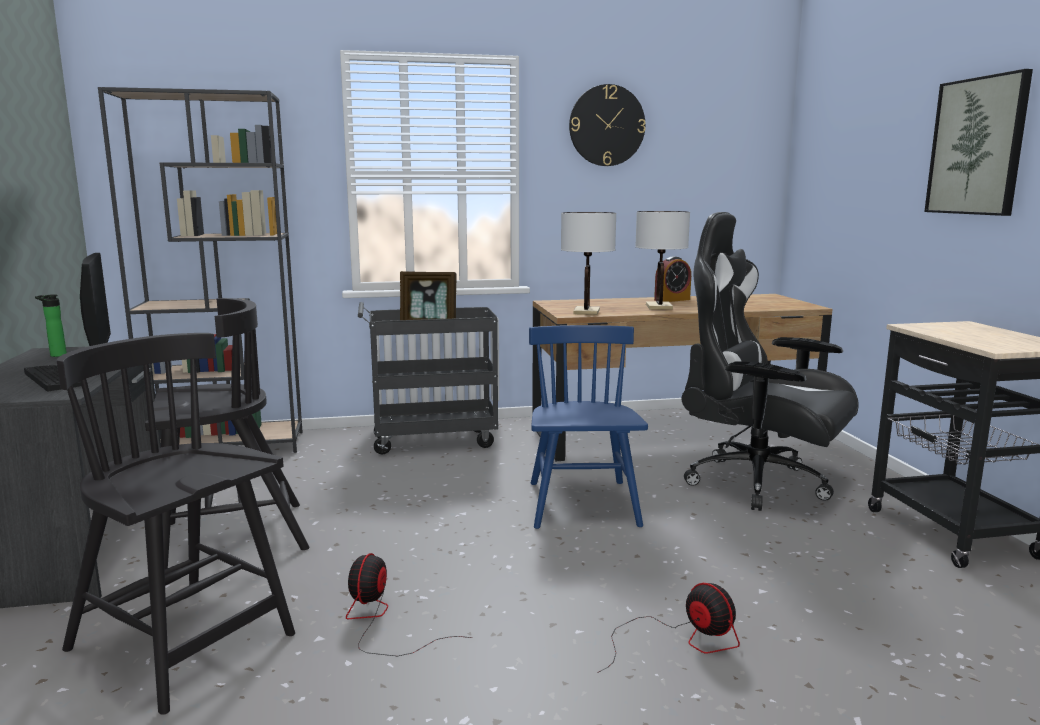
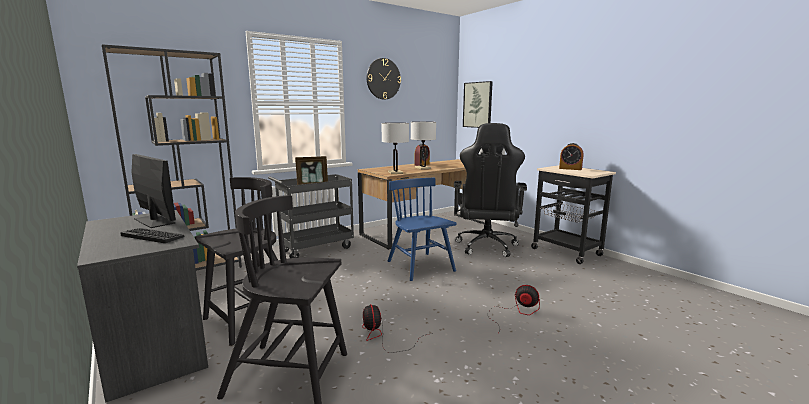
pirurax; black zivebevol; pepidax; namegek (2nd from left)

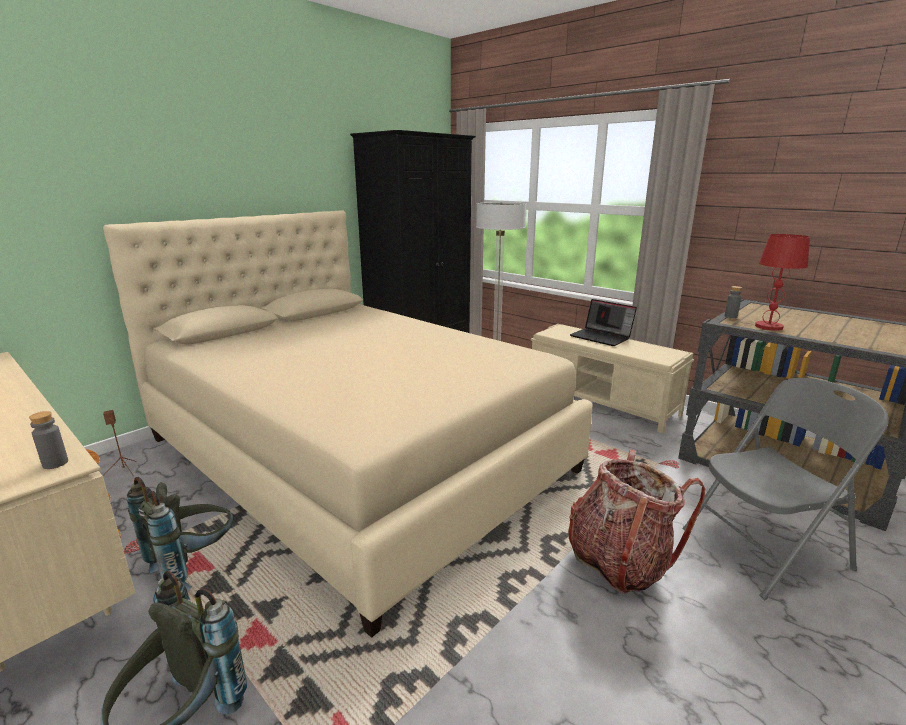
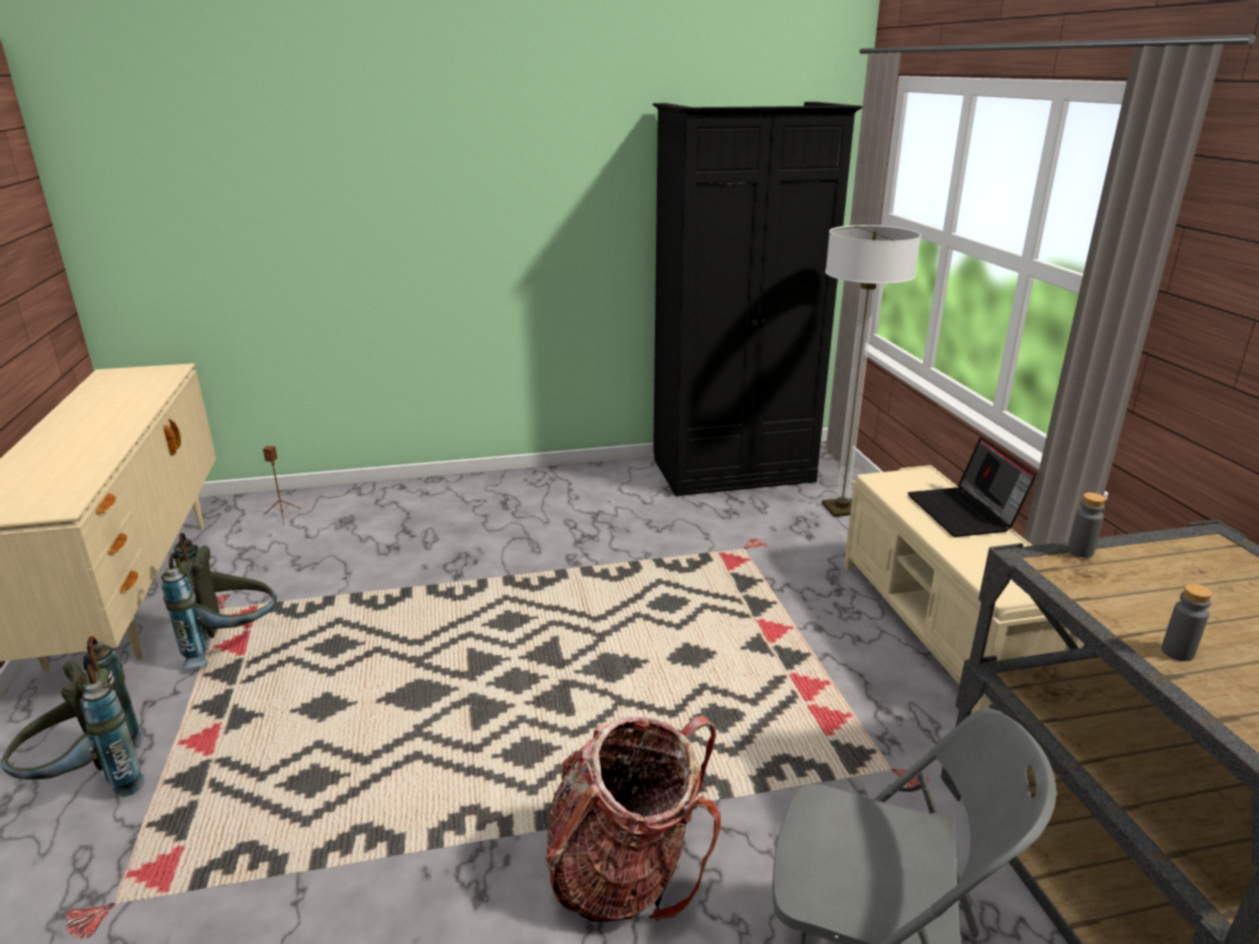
grey pirurax (2nd from left); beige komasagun; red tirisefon

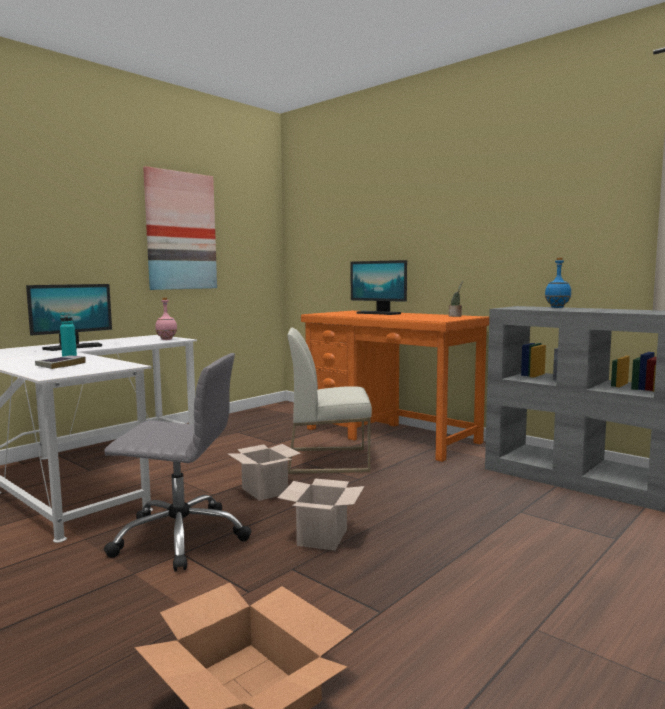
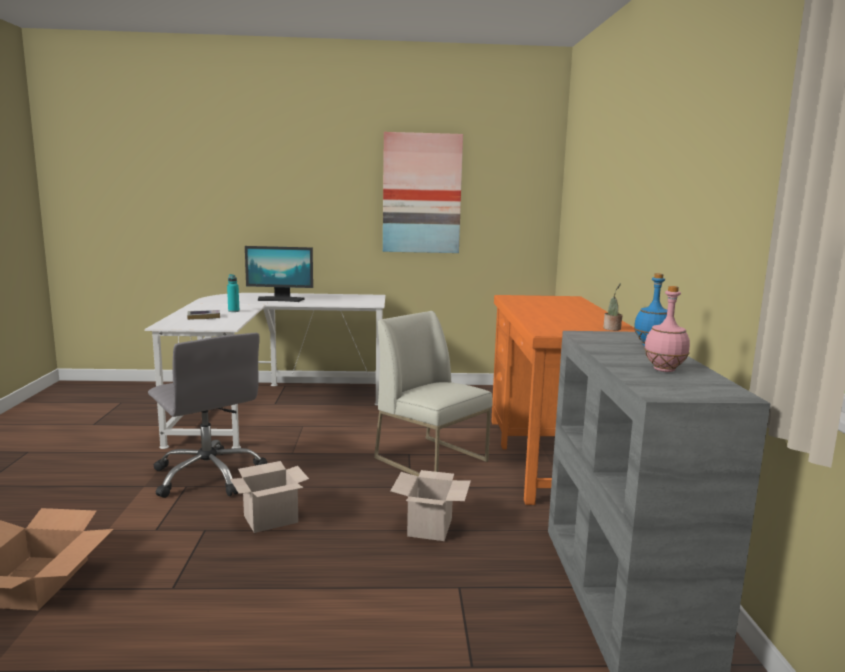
pink pirurax; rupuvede (3rd from left); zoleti (2nd from left in the first image)

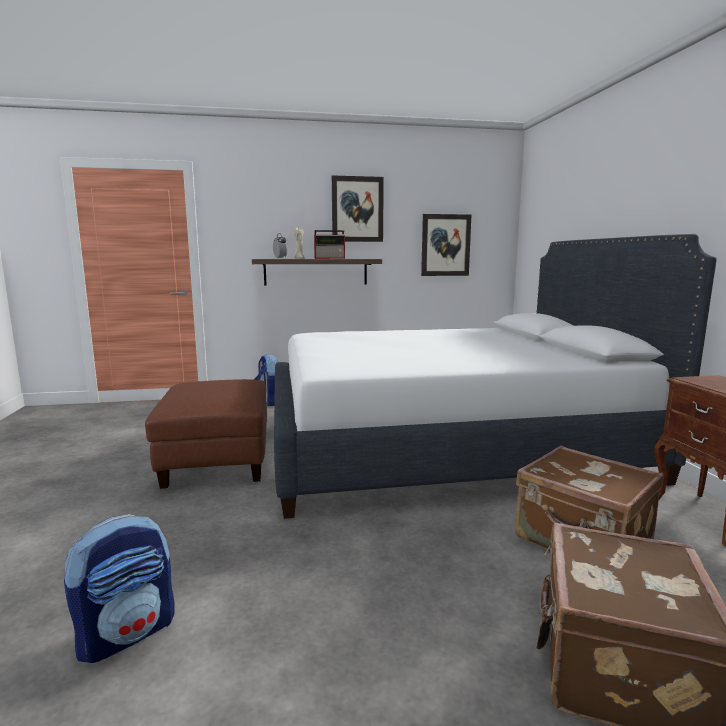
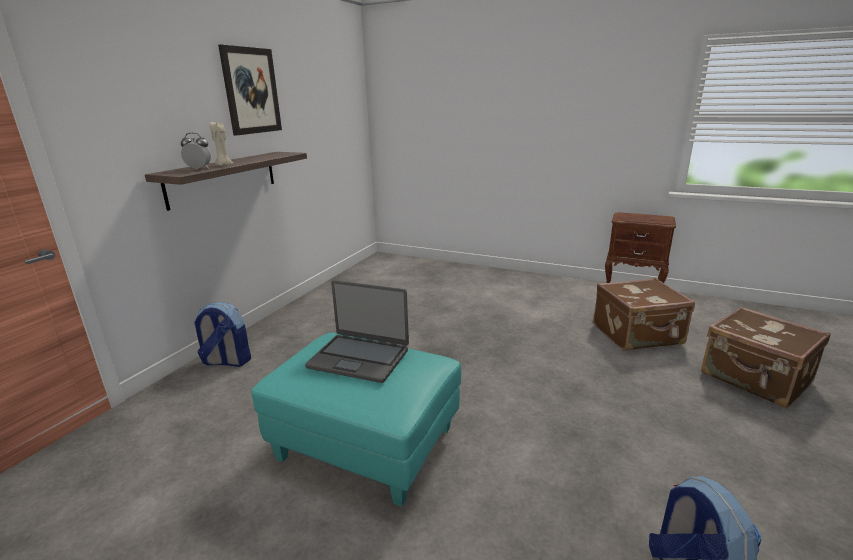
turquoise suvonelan; white komasagun; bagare; pepidax (2nd from left in the first image); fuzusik

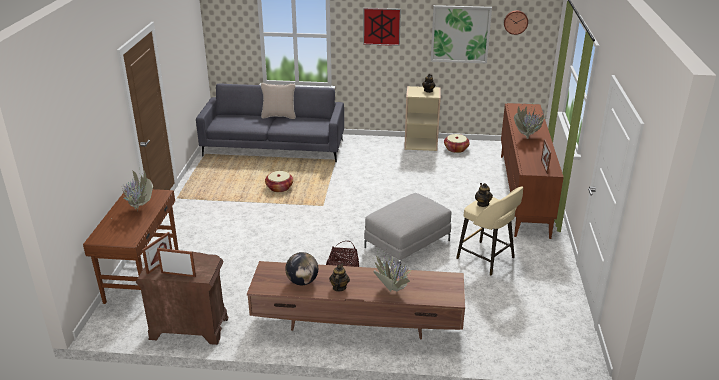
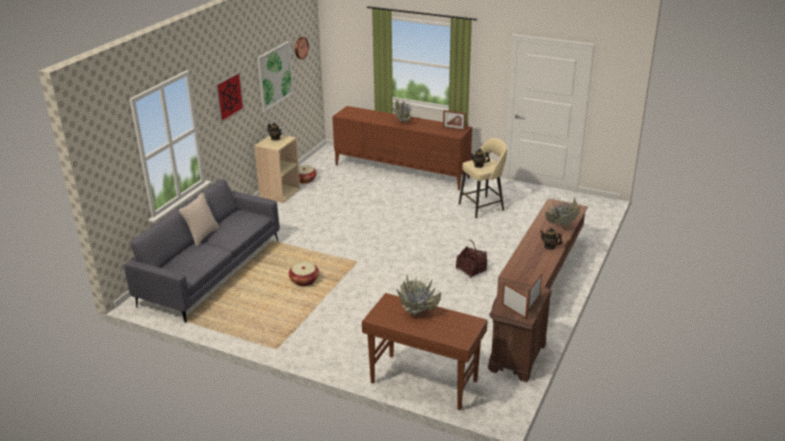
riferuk; grey suvonelan

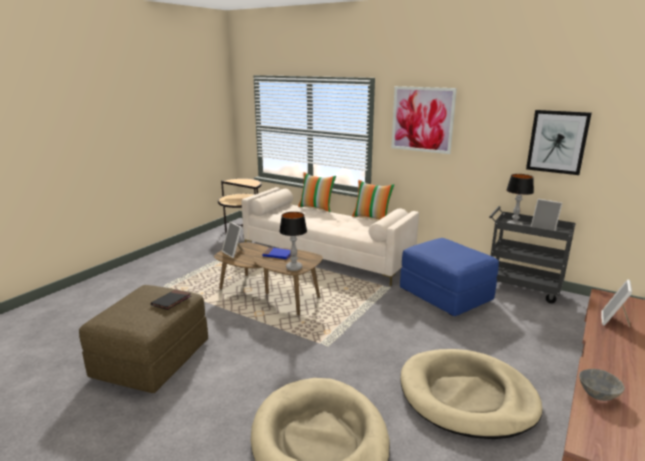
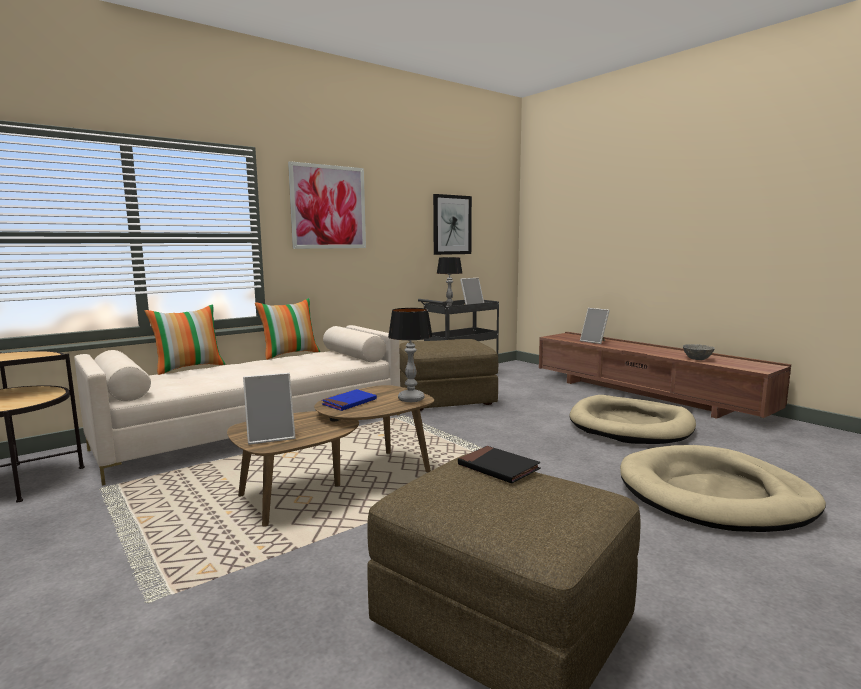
brown suvonelan (1st from left)

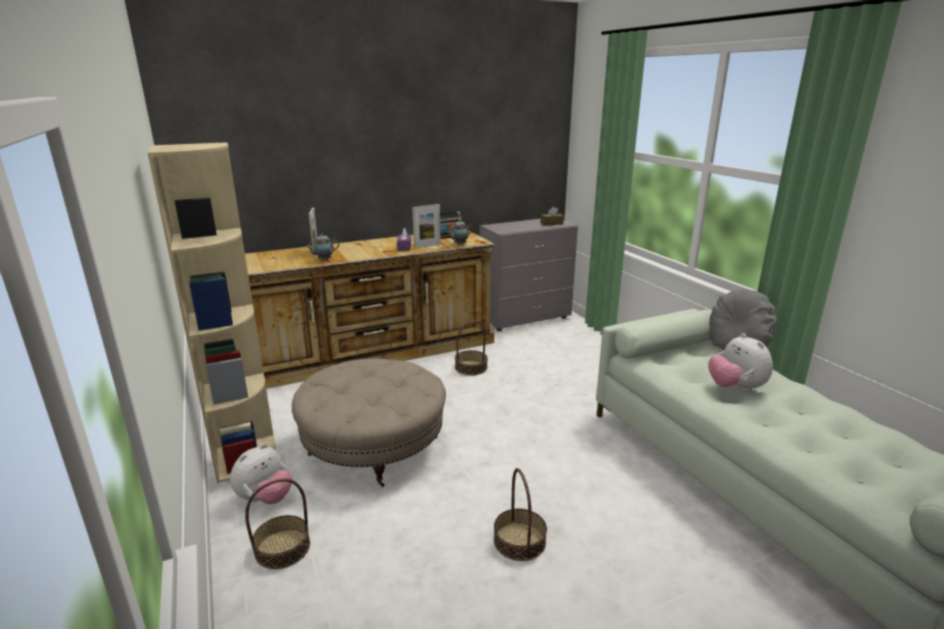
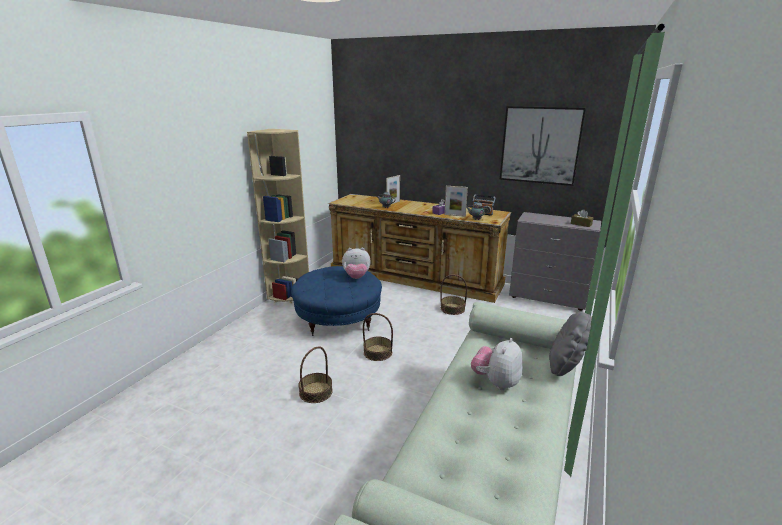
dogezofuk (1st from left); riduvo (2nd from left); blue suvonelan; pepidax

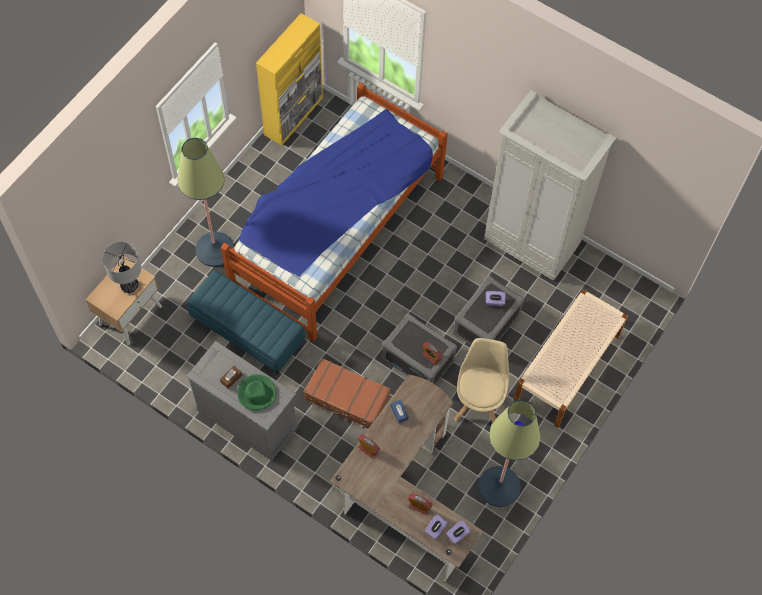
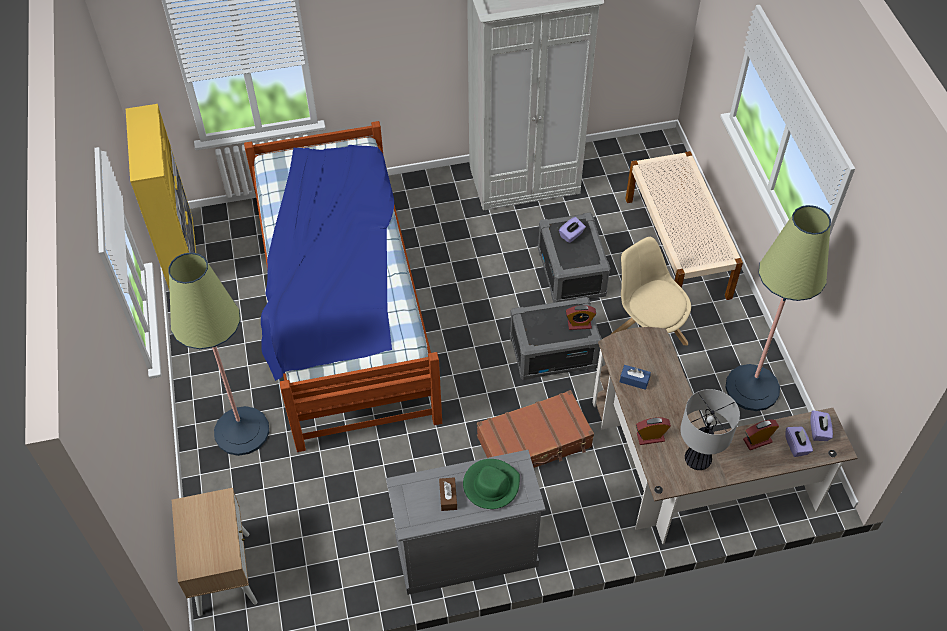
tirisefon; blue suvonelan

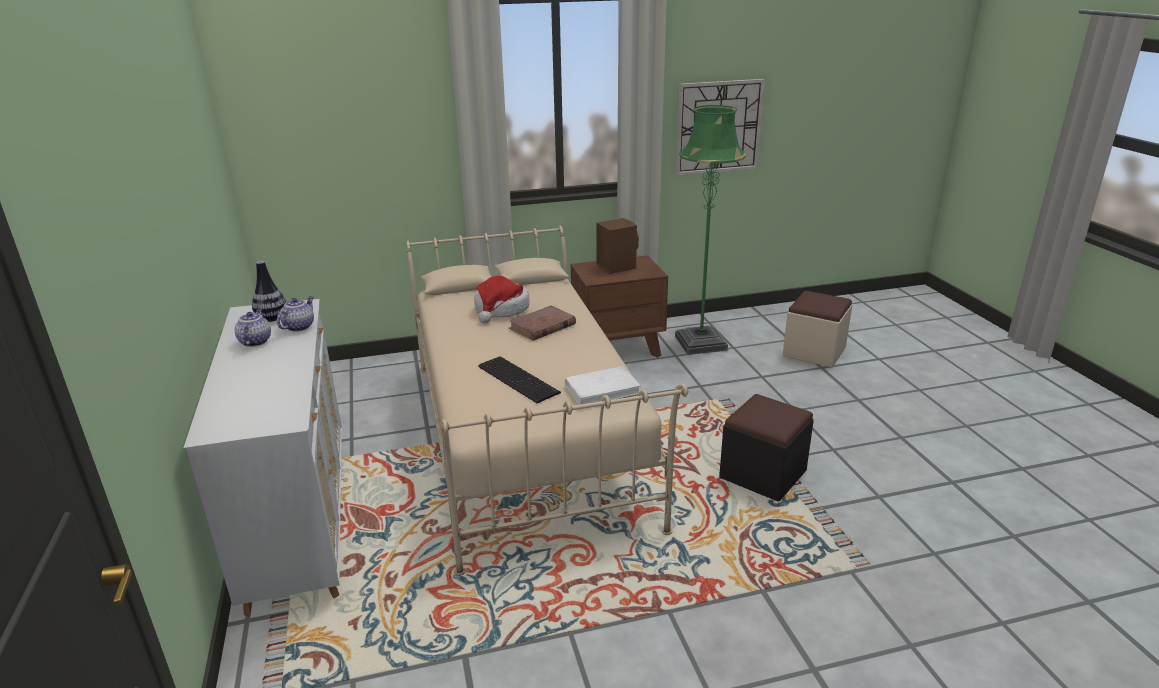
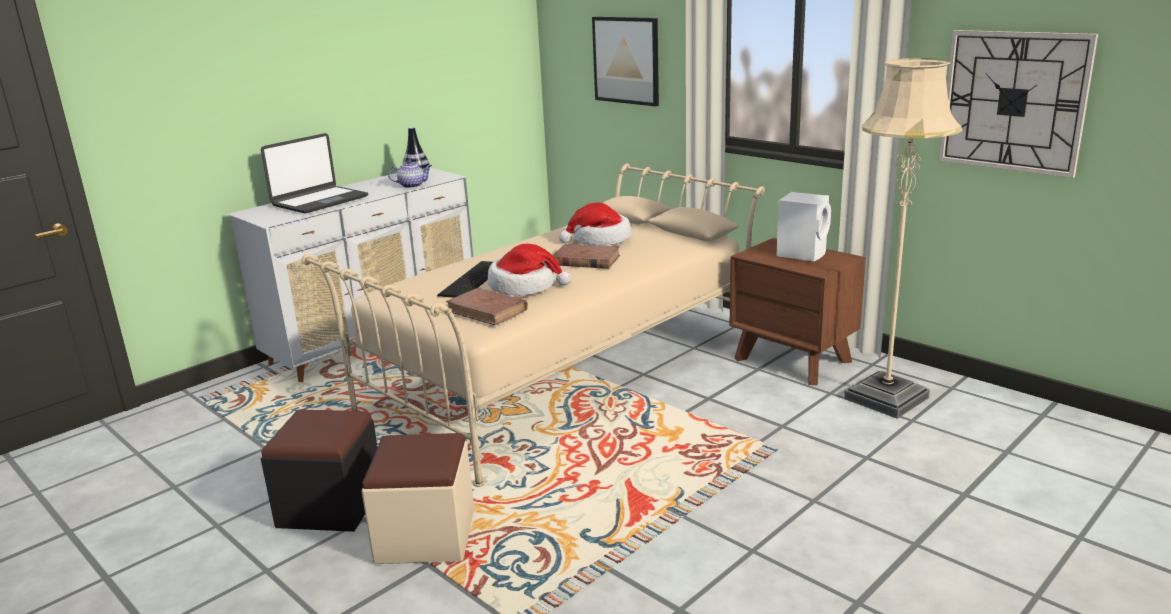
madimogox (1st from left in the first image); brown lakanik (1st from left); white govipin; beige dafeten; black suvonelan; beige suvonelan; fuzusik; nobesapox (1st from left); pepidax

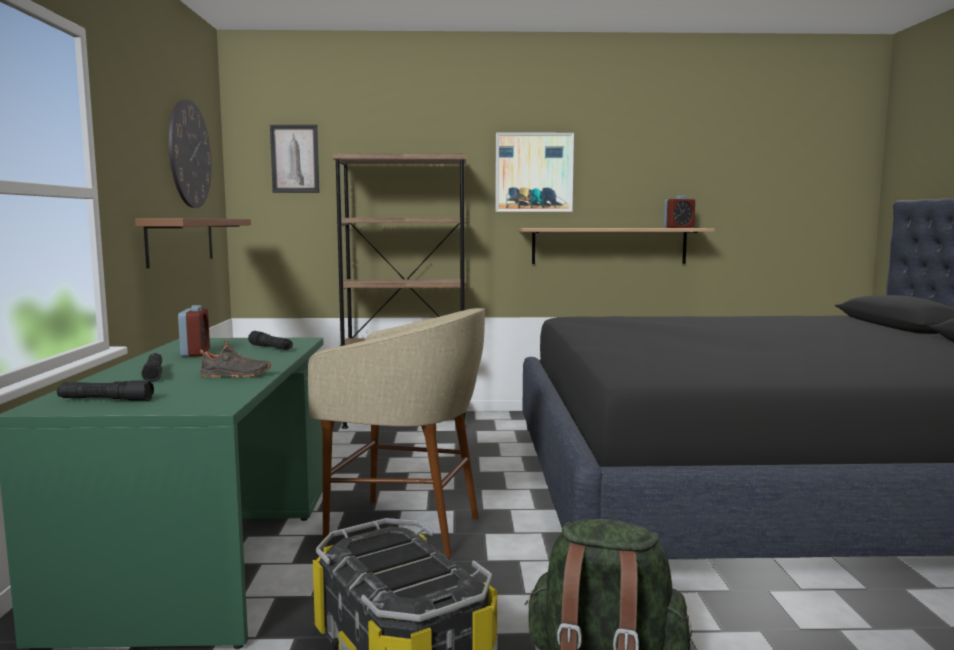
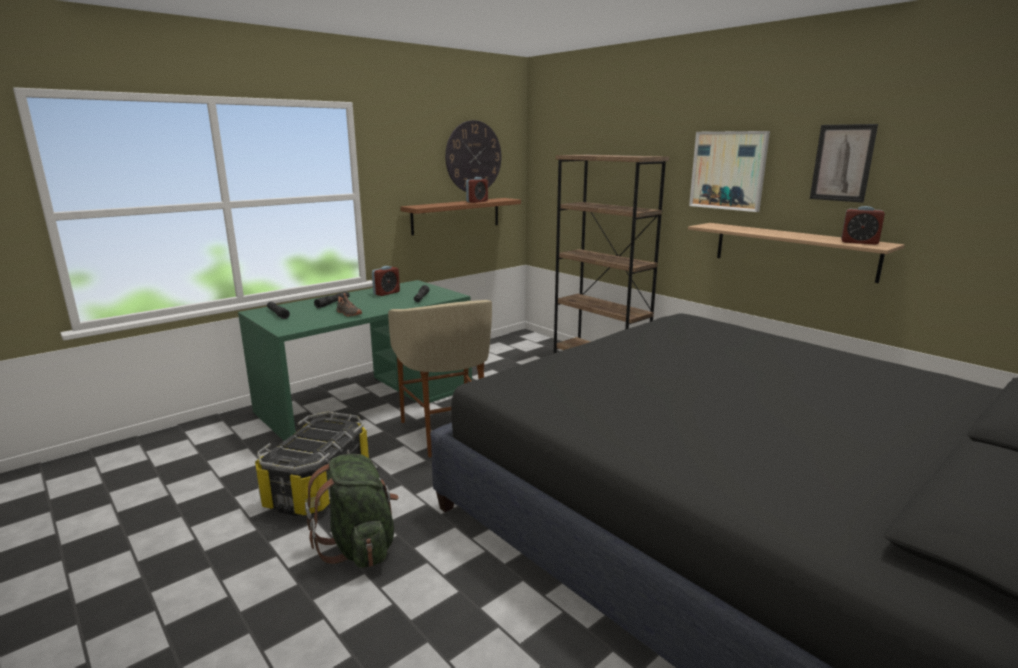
pepidax (2nd from left); namegek (2nd from left)

